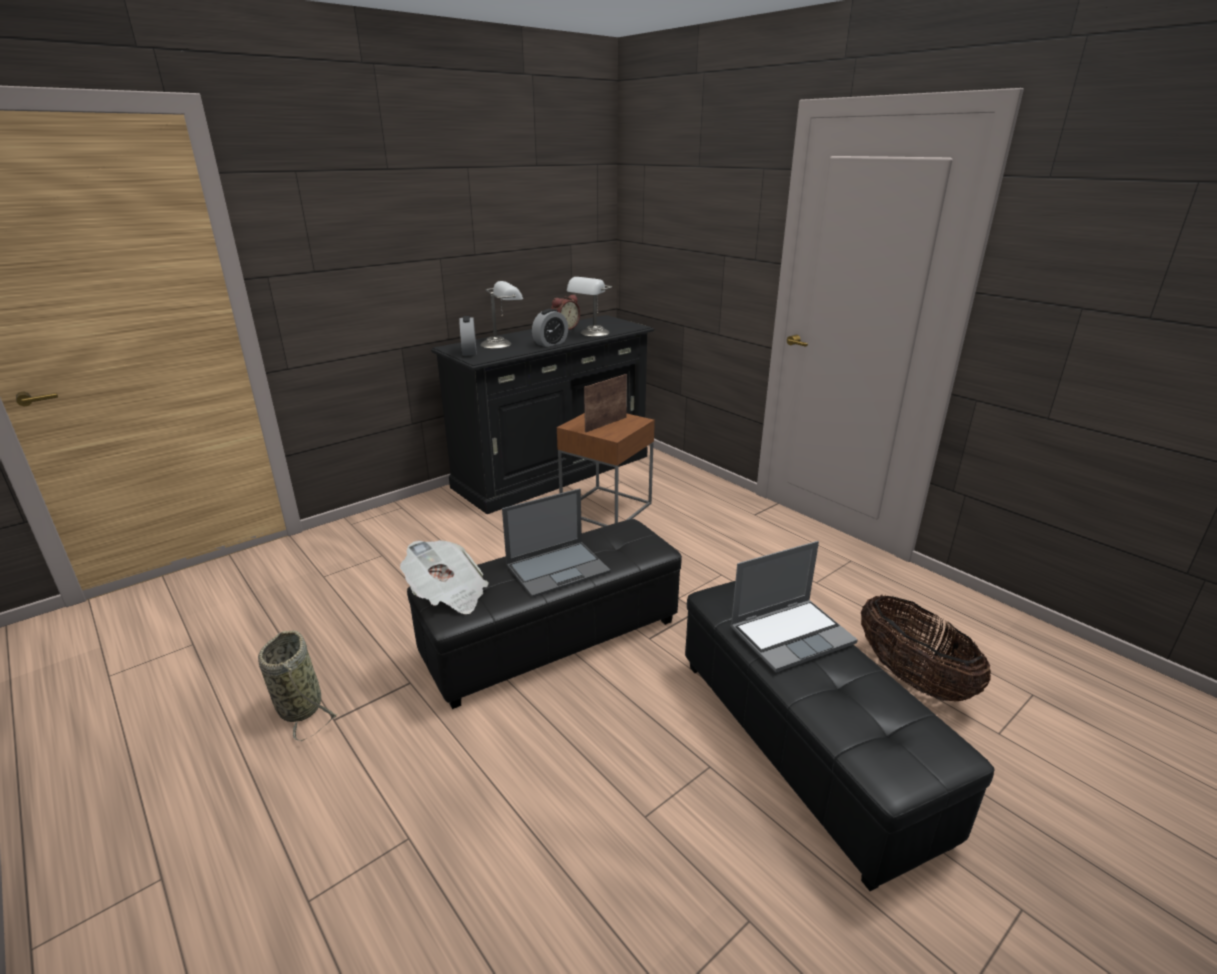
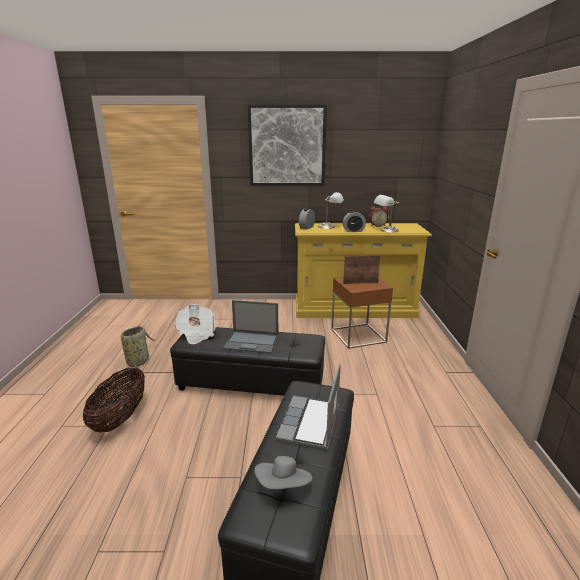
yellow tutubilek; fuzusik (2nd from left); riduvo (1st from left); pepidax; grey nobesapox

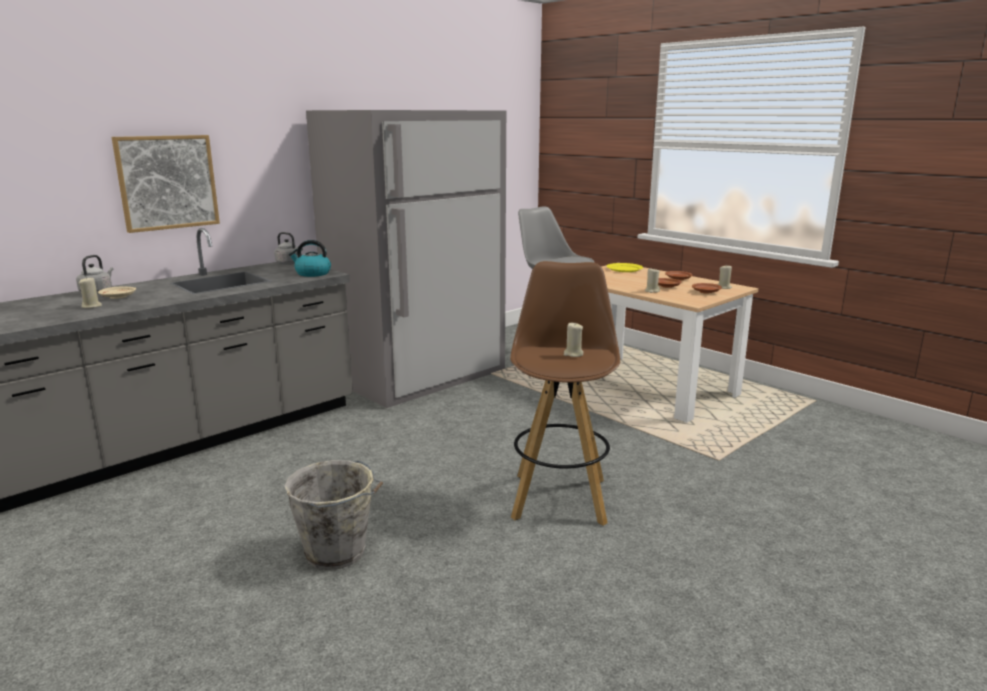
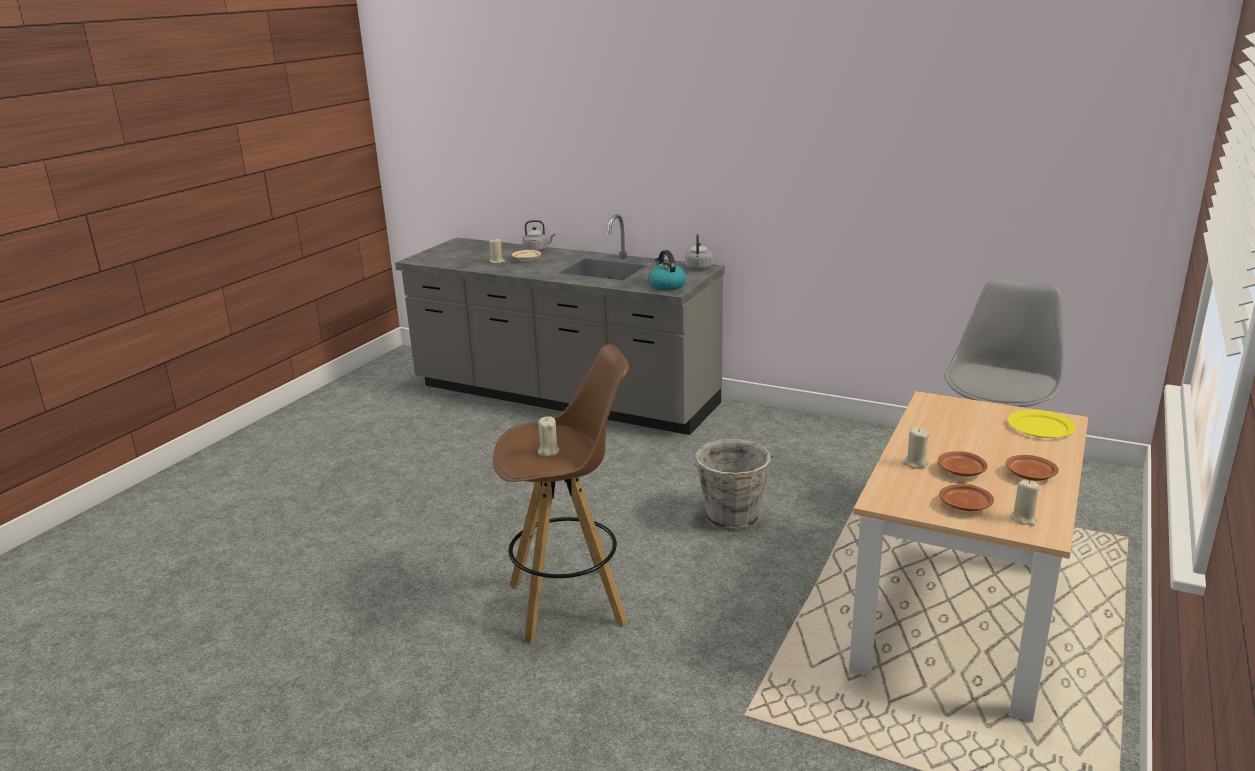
pepidax; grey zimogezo; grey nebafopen

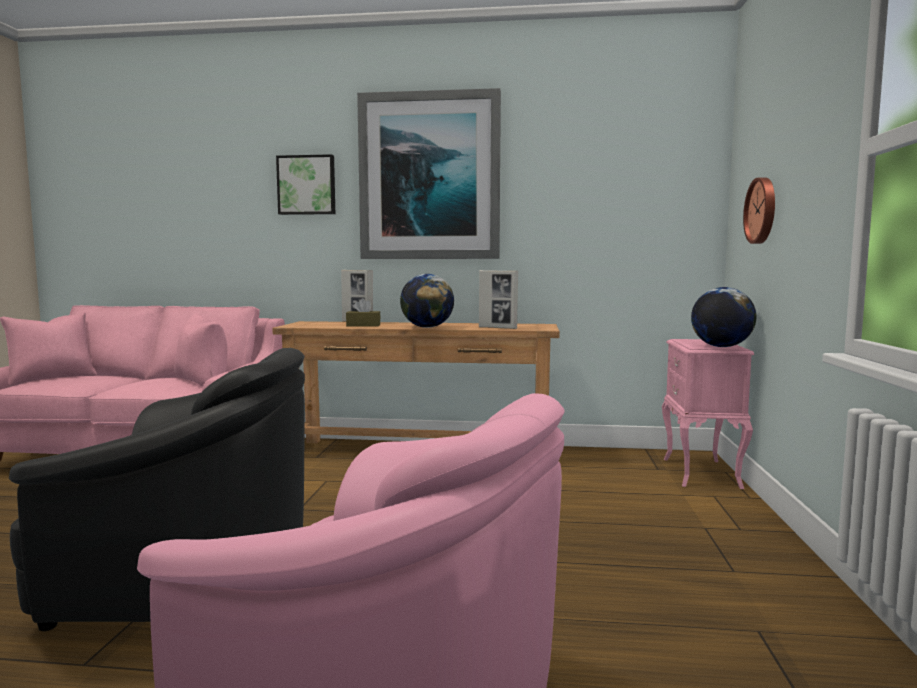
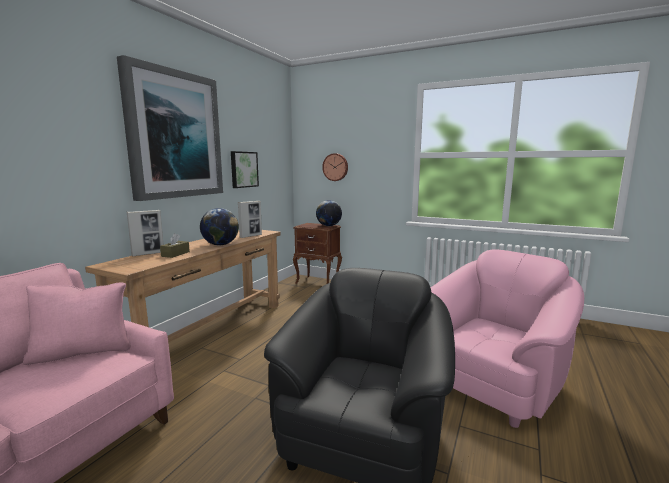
pepidax (2nd from left); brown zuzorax

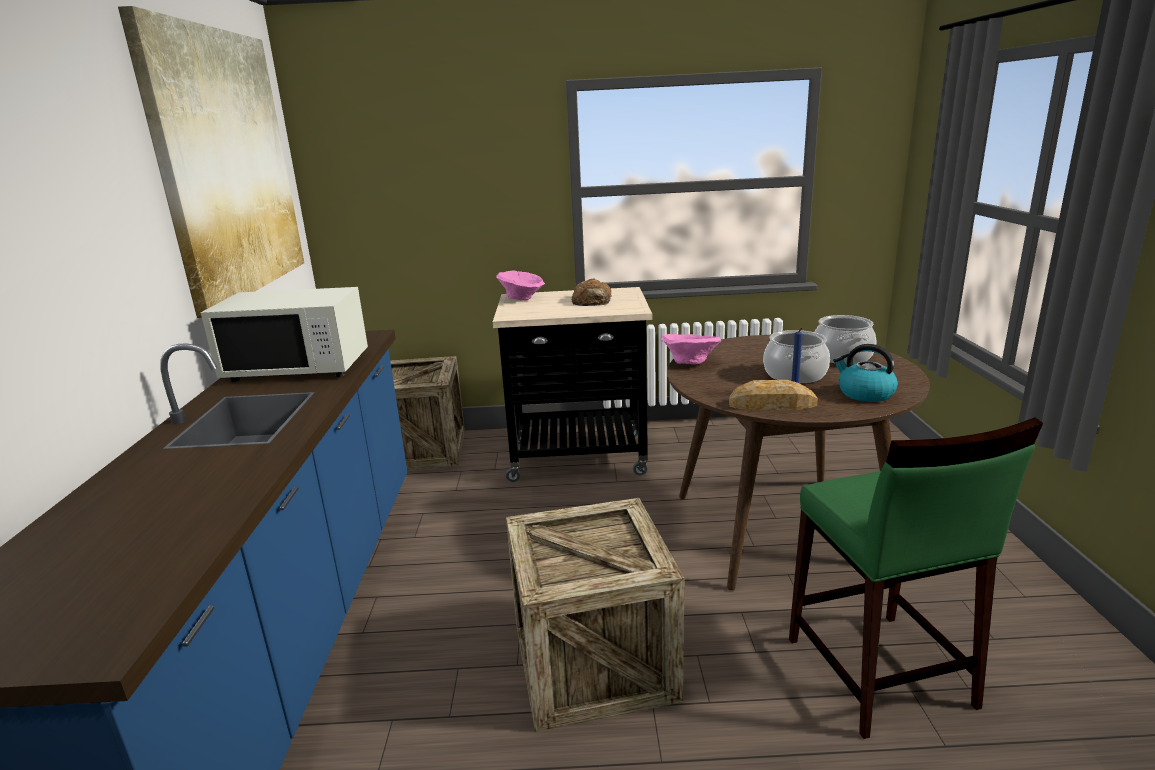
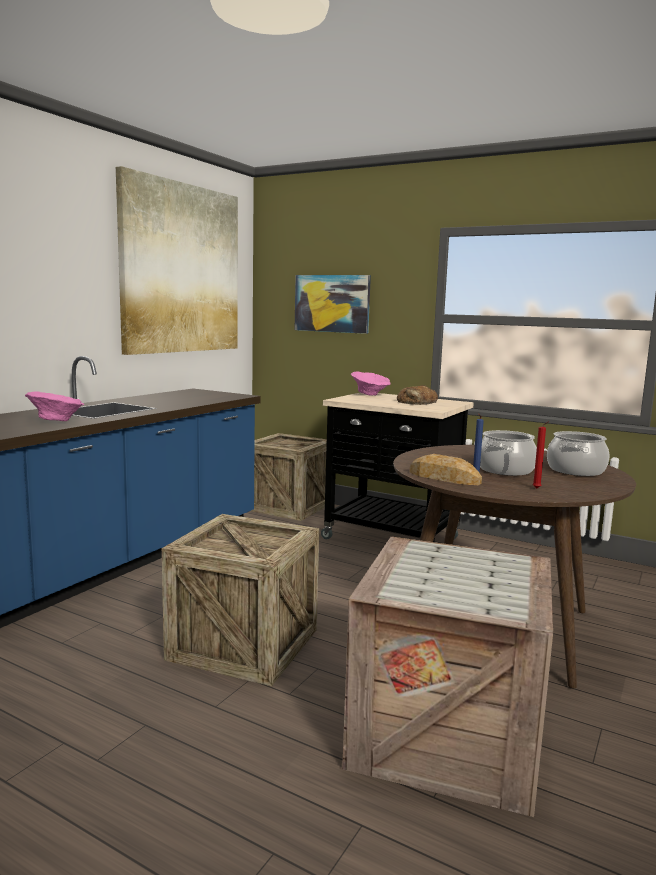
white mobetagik; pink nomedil (1st from left); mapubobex (3rd from left); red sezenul; pepidax (2nd from left)

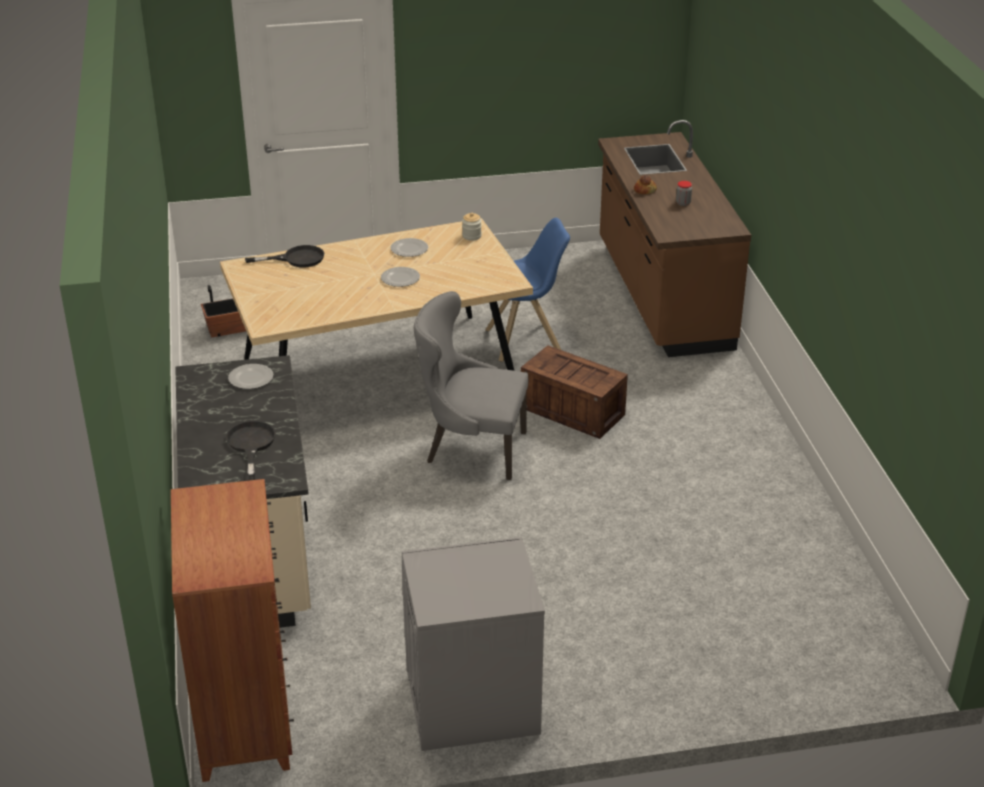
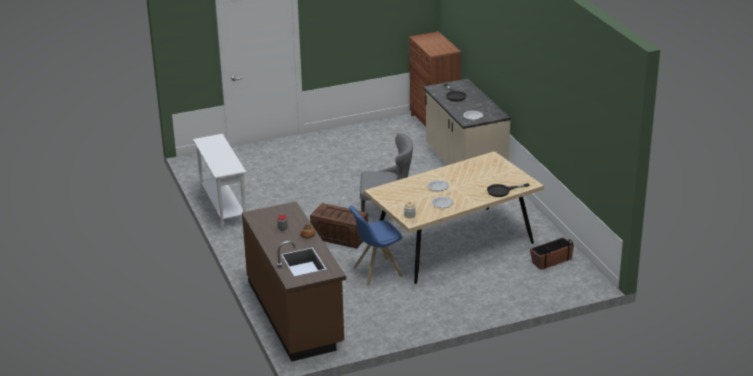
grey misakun; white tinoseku

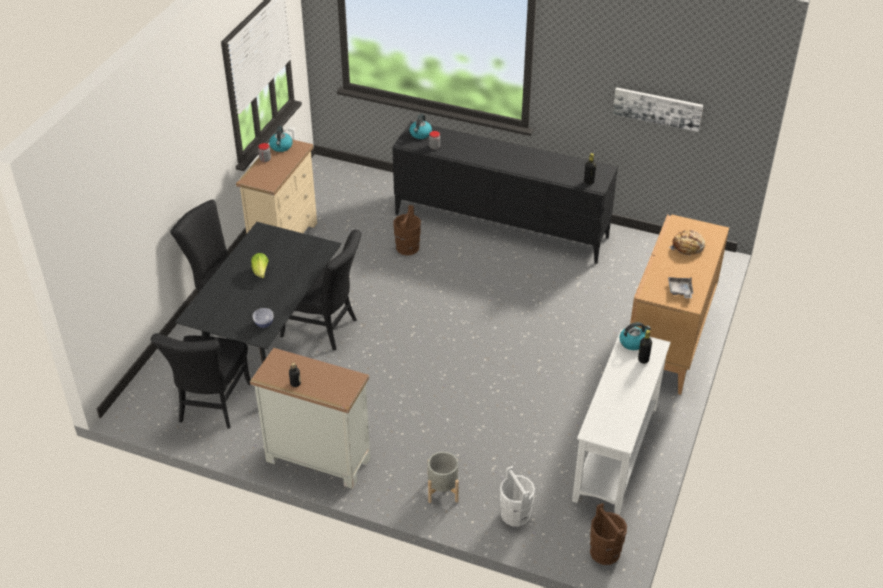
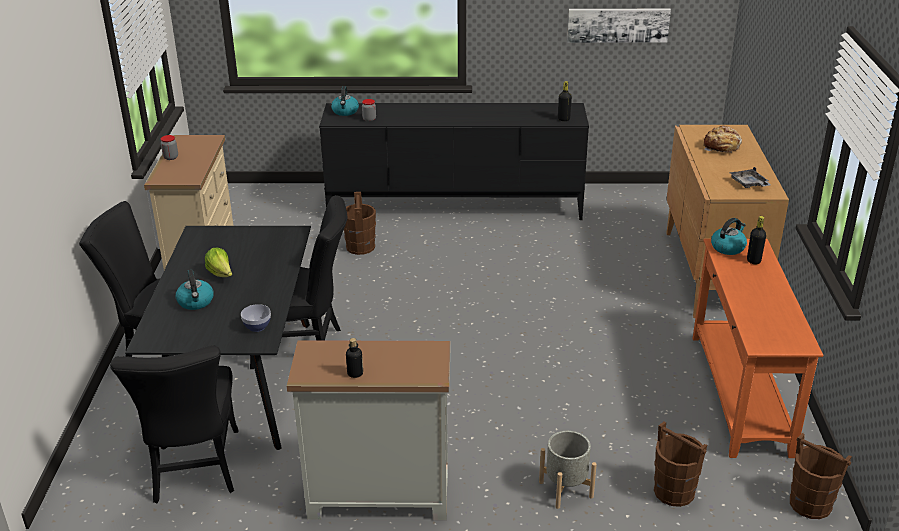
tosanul (1st from left); brown zimogezo (2nd from left); orange tinoseku

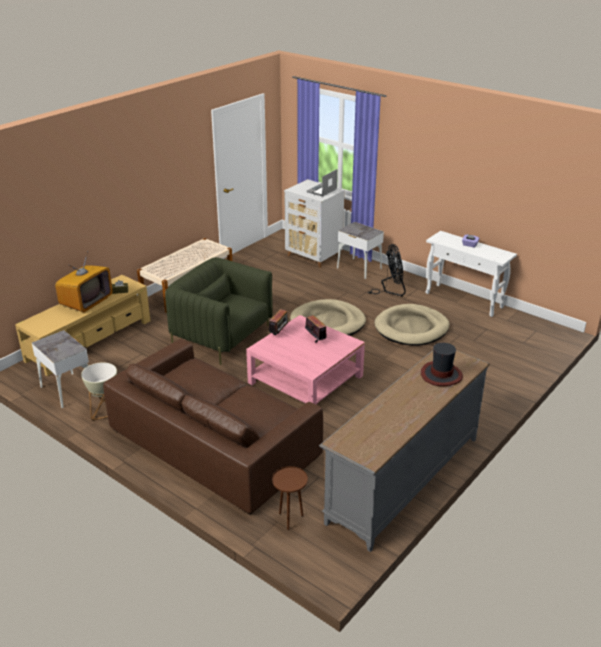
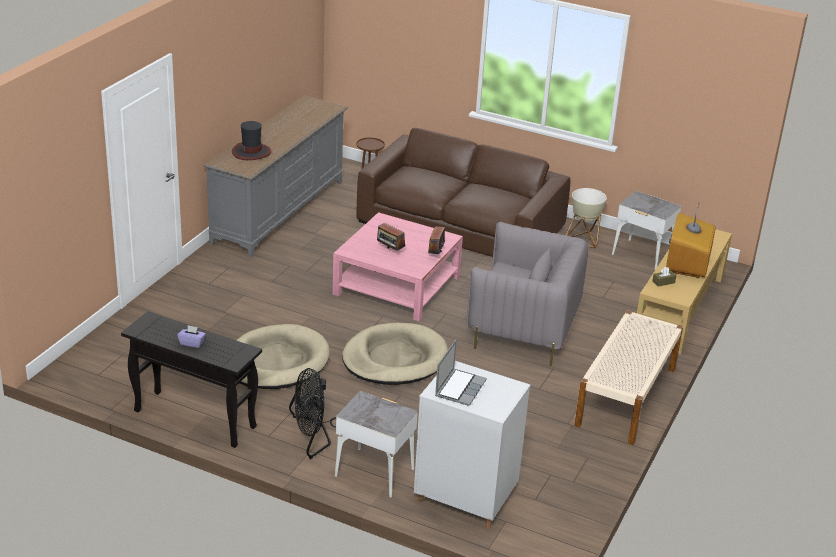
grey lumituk; black tinoseku

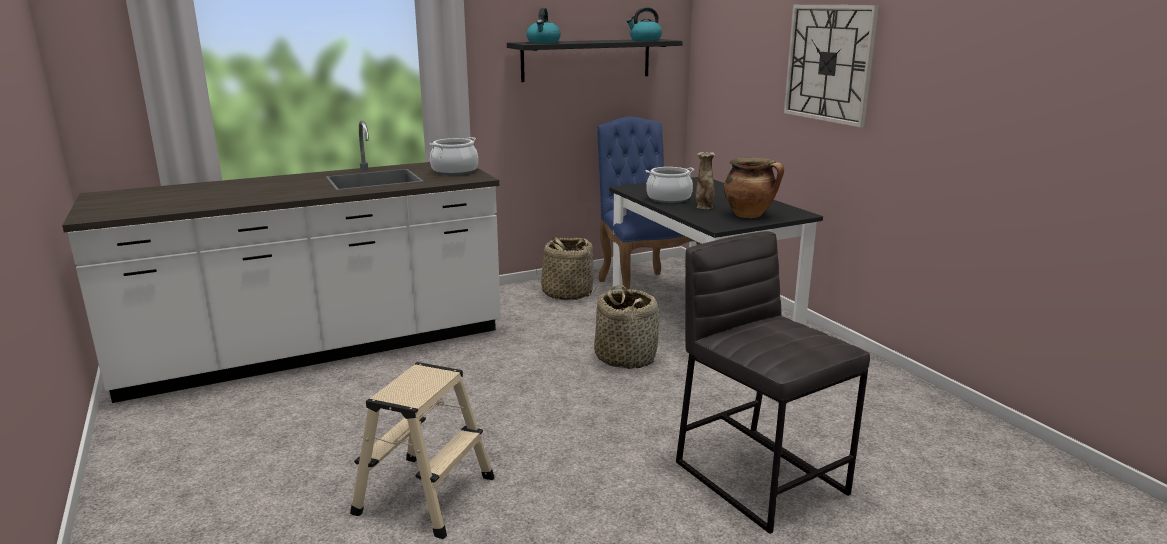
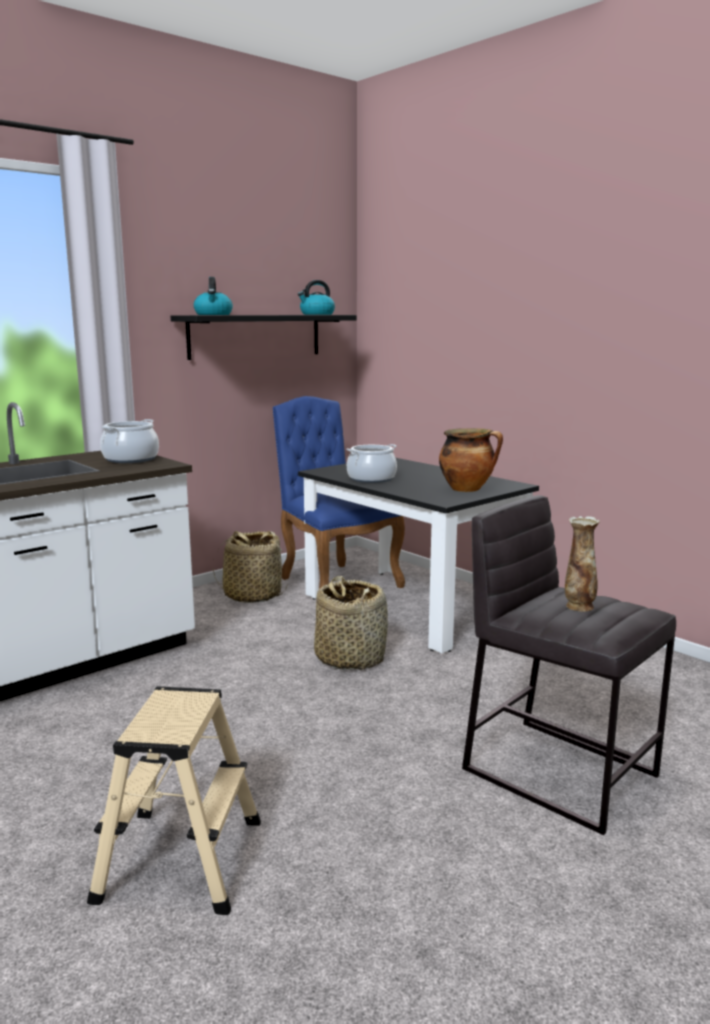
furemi; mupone

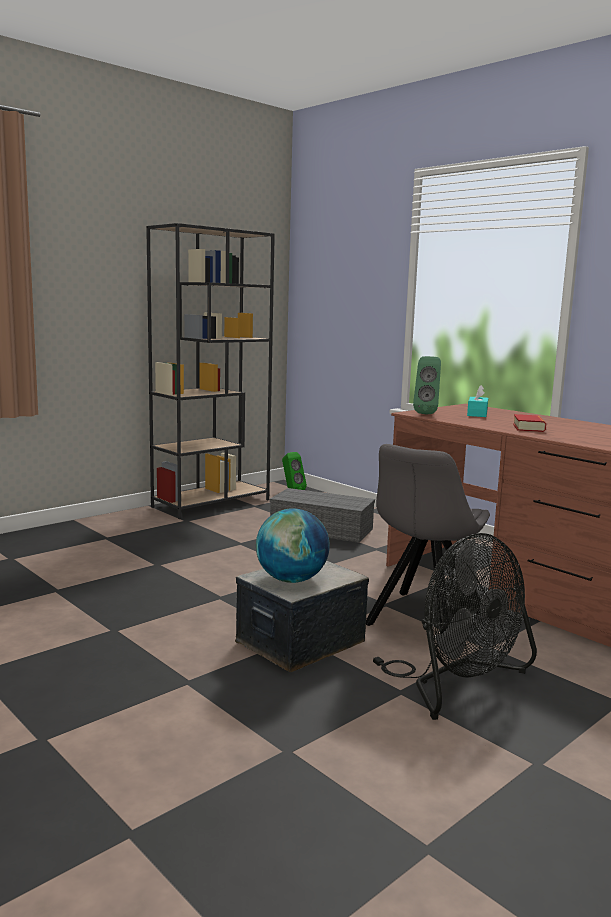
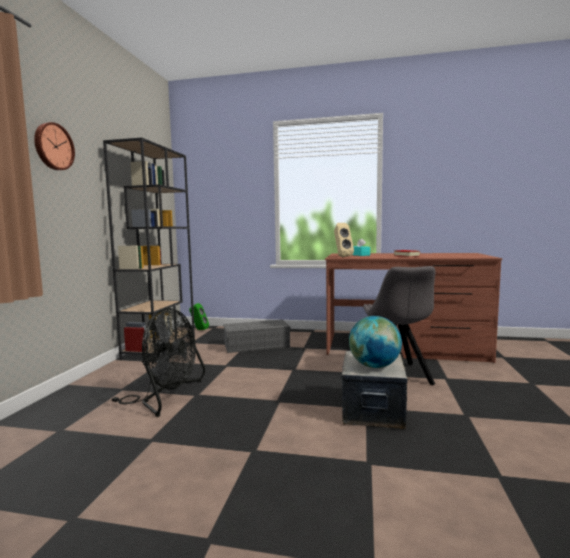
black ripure; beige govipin; mupone

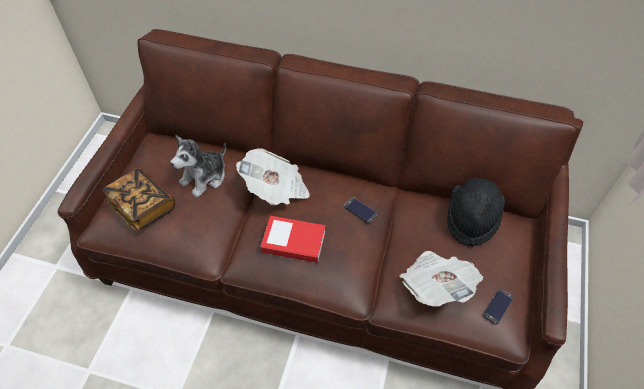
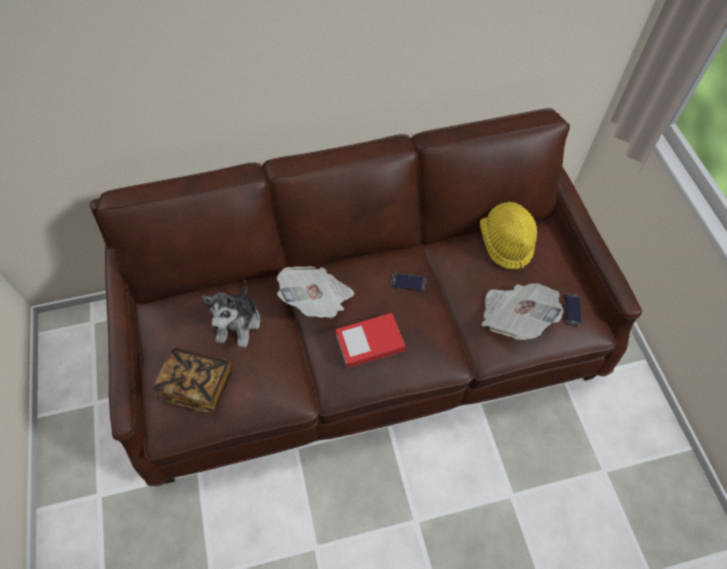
yellow nobesapox

